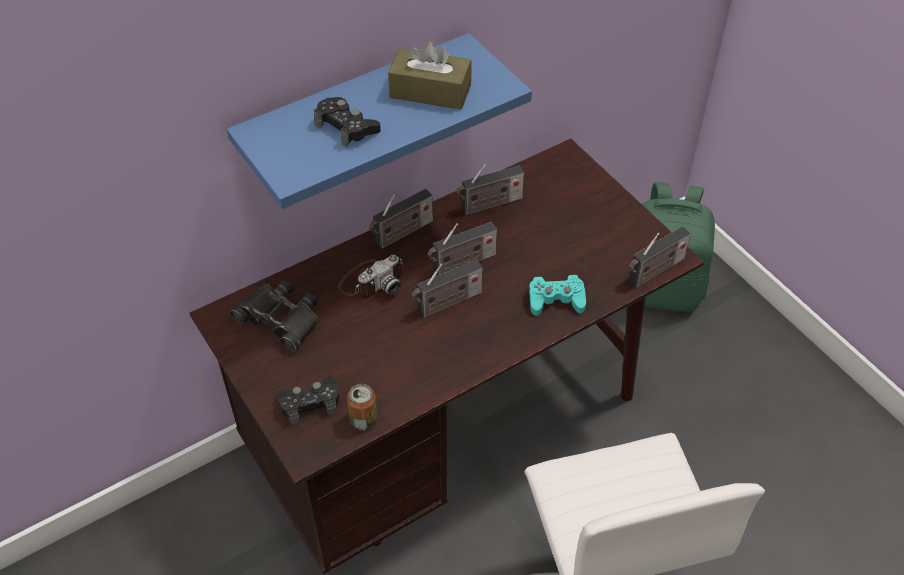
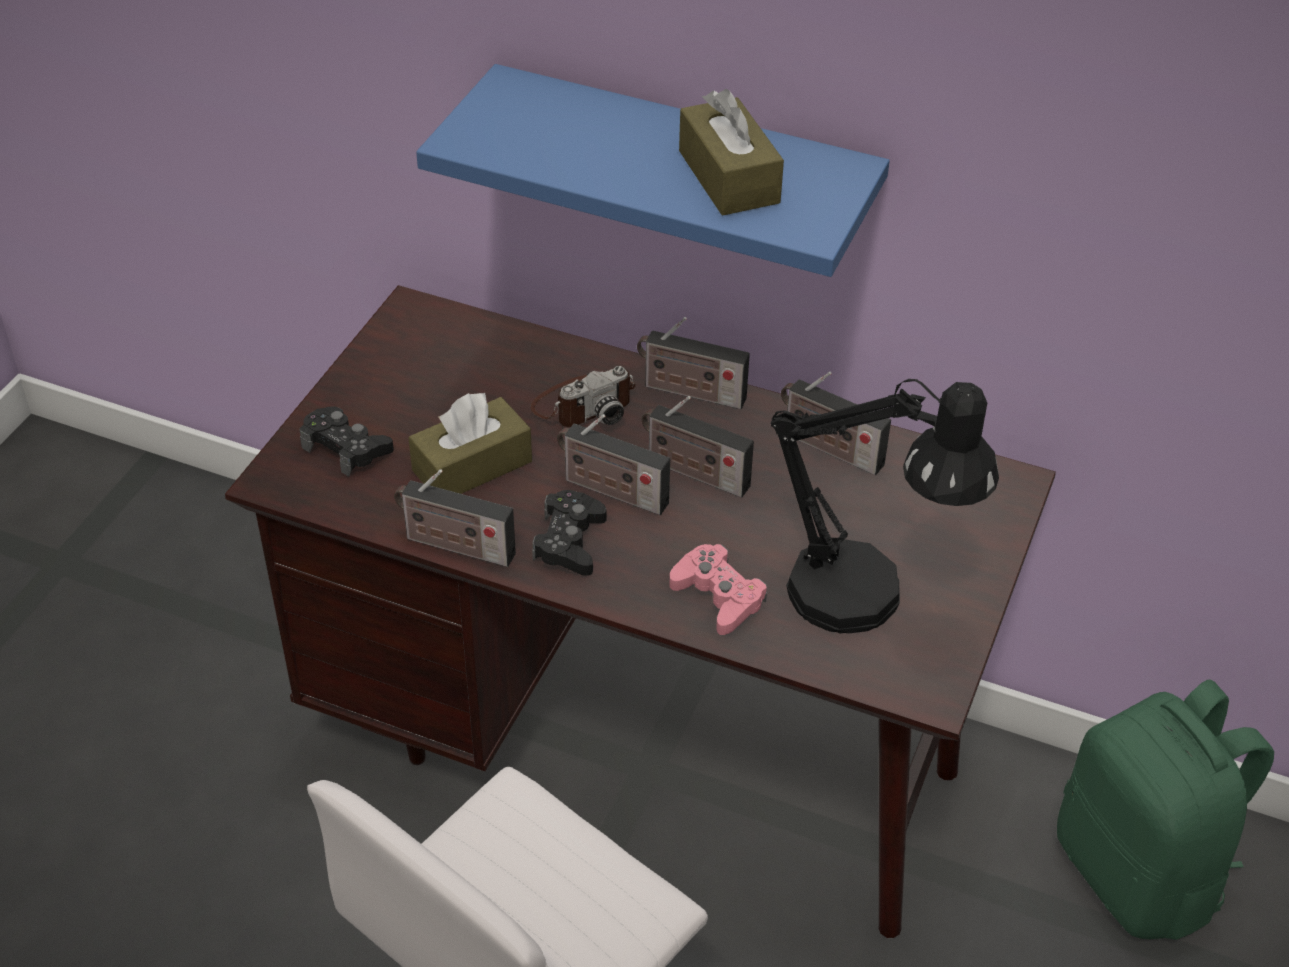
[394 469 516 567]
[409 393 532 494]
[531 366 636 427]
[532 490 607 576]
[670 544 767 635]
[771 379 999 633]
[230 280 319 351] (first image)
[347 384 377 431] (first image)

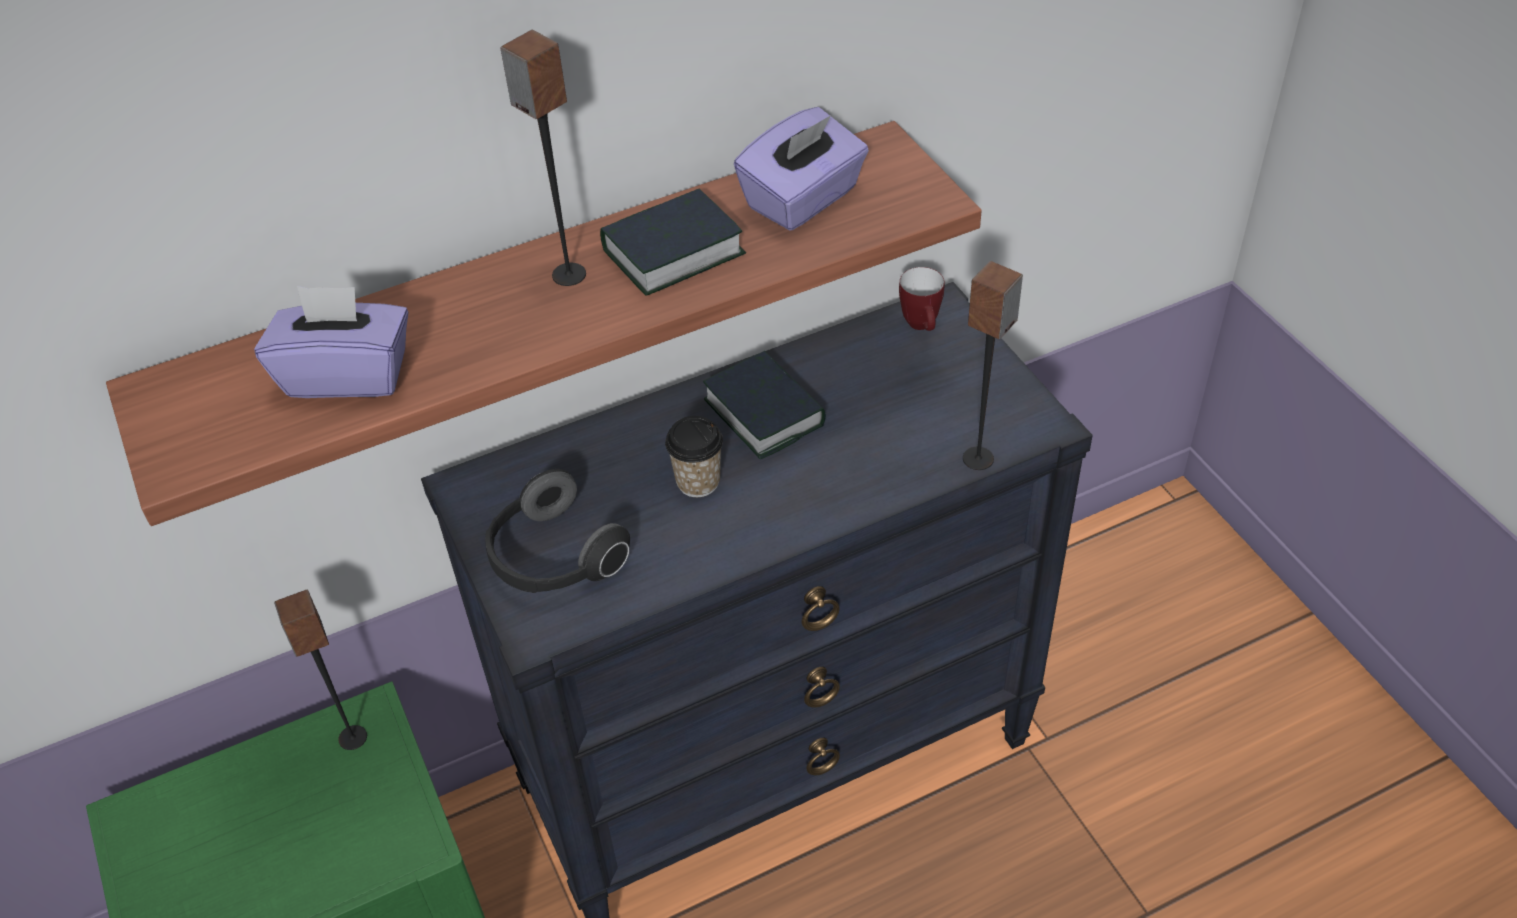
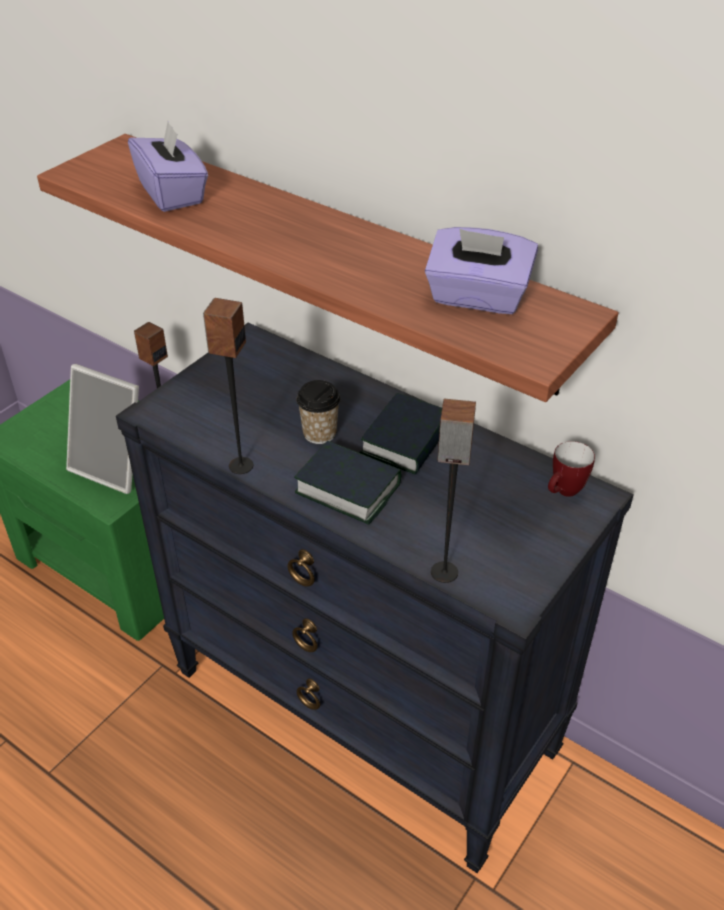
[66 364 139 494]
[203 298 253 474]
[294 441 401 525]
[485 469 630 593] (first image)

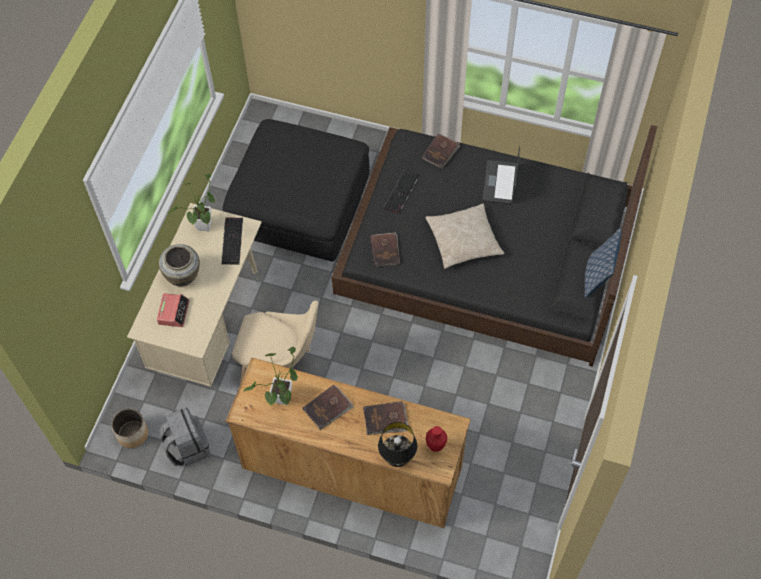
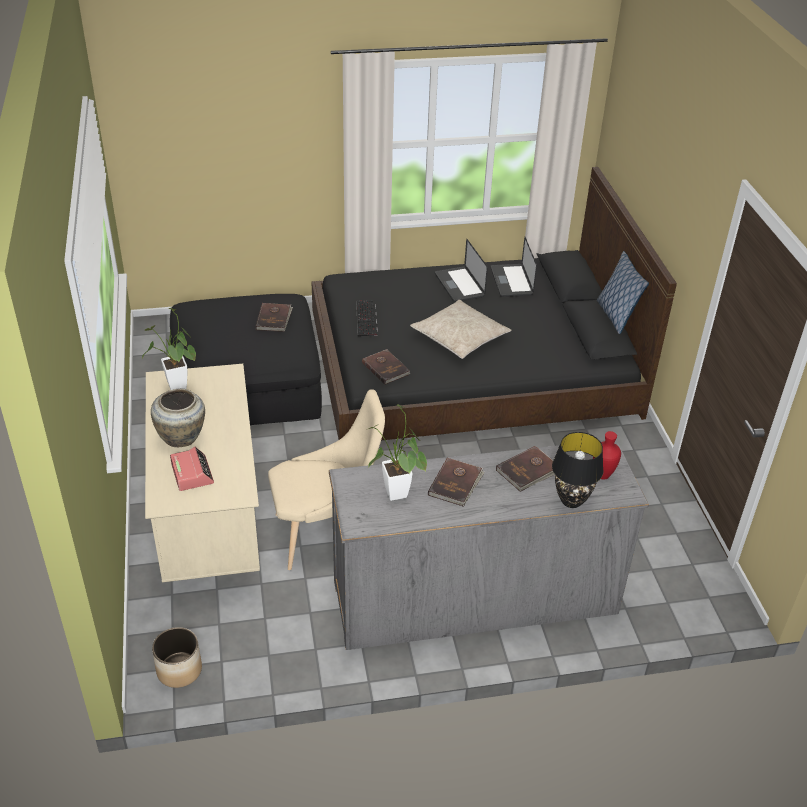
[255 303 293 332]
[329 440 649 650]
[490 237 537 297]
[159 407 210 466] (first image)
[221 217 243 265] (first image)

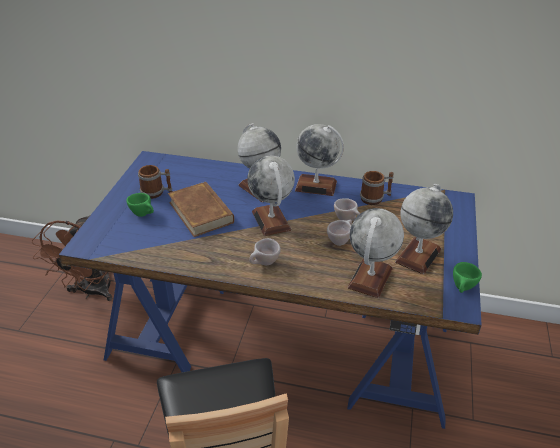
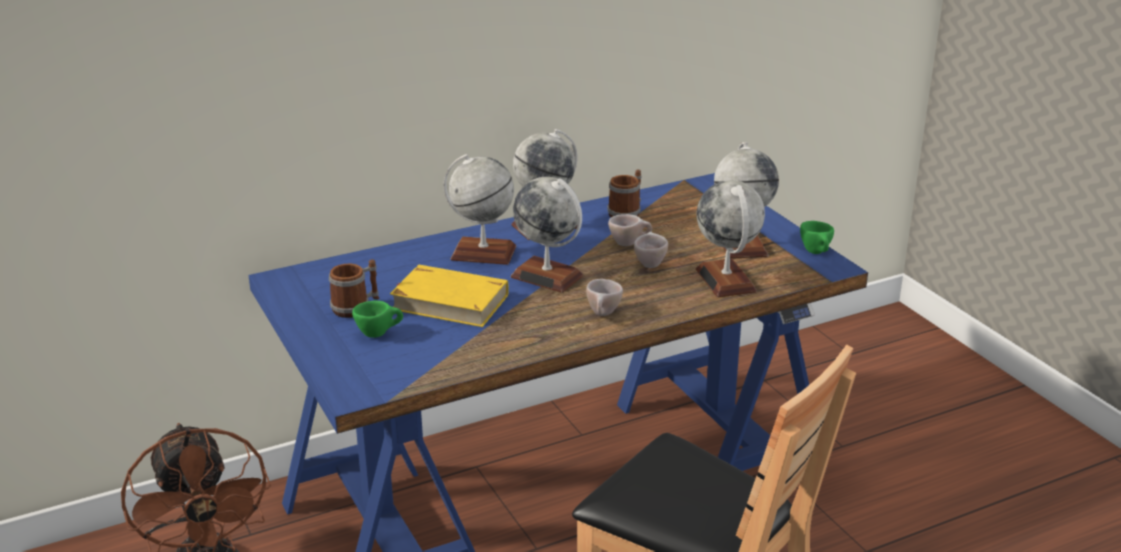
[390 265 508 327]

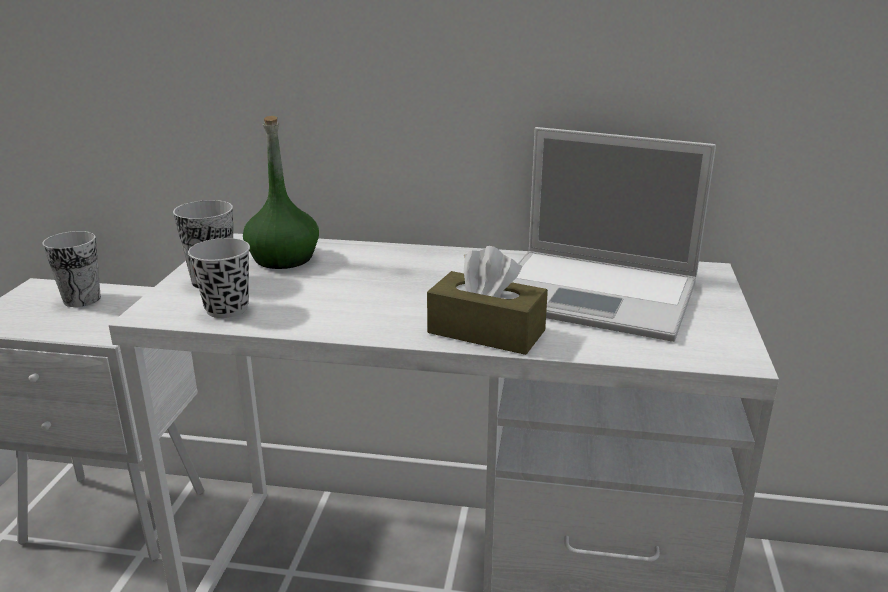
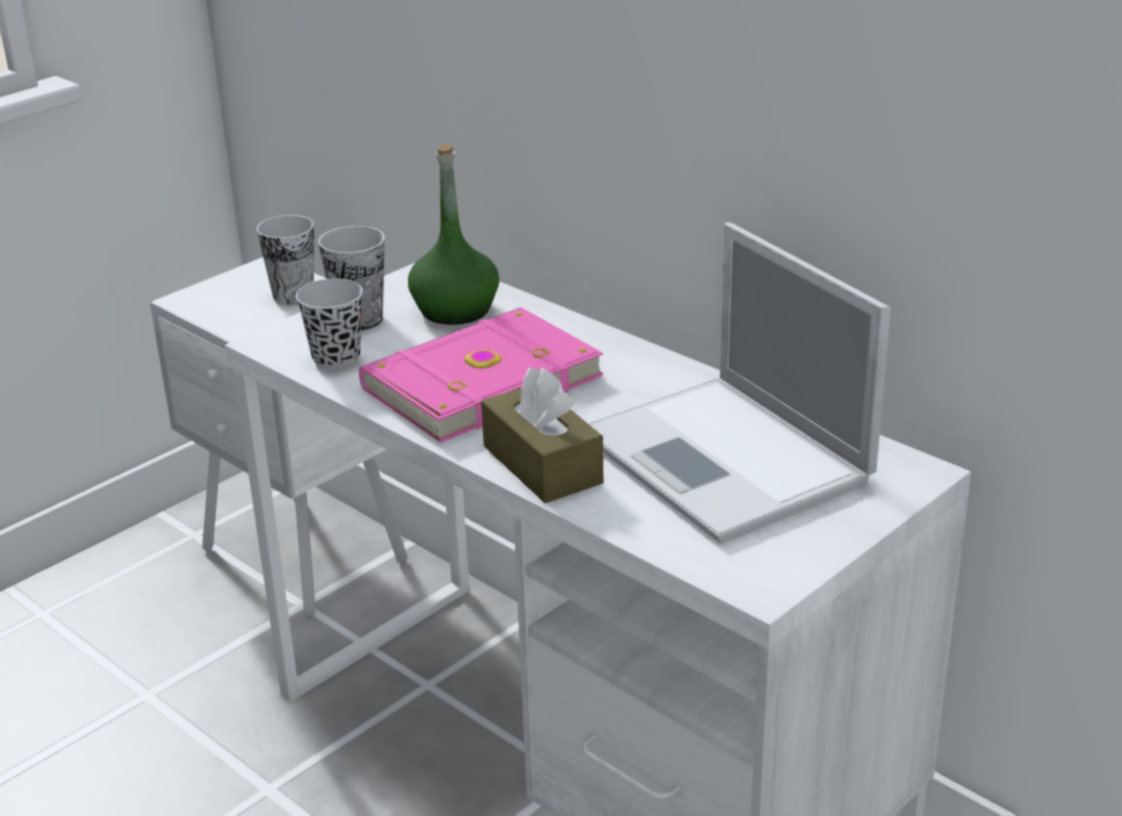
[359 307 603 443]

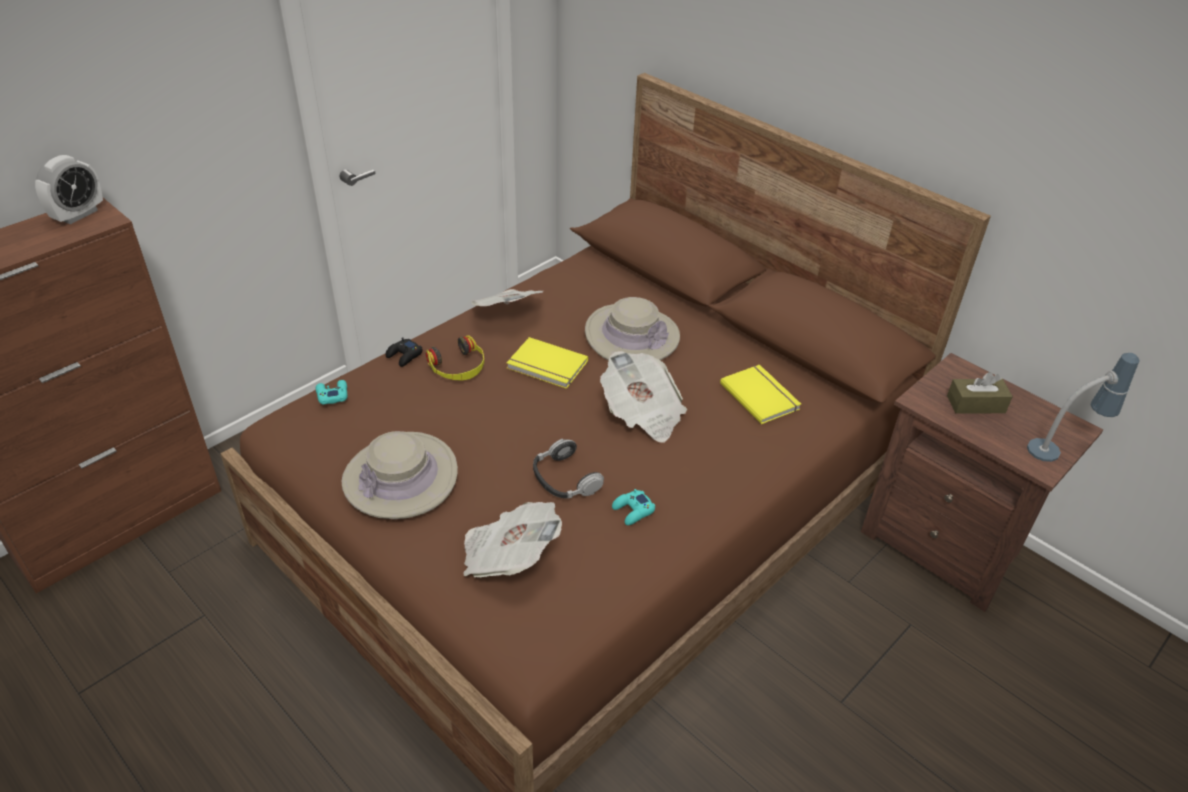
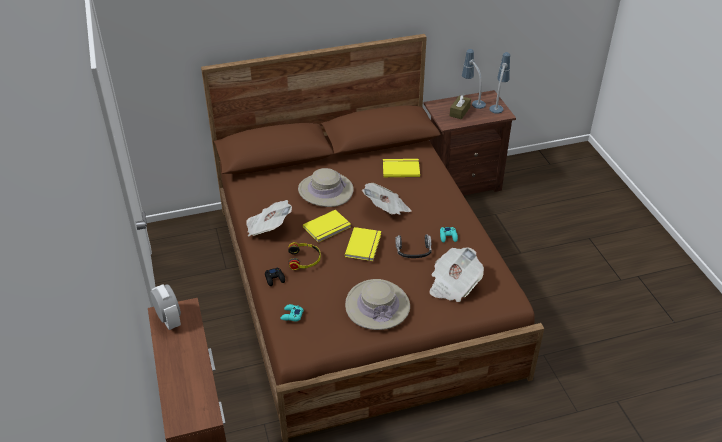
[345 227 381 261]
[462 49 486 109]

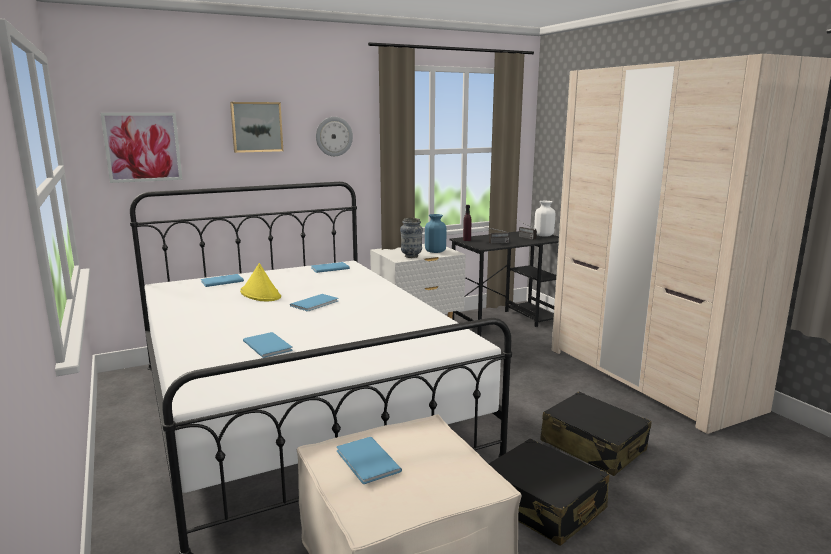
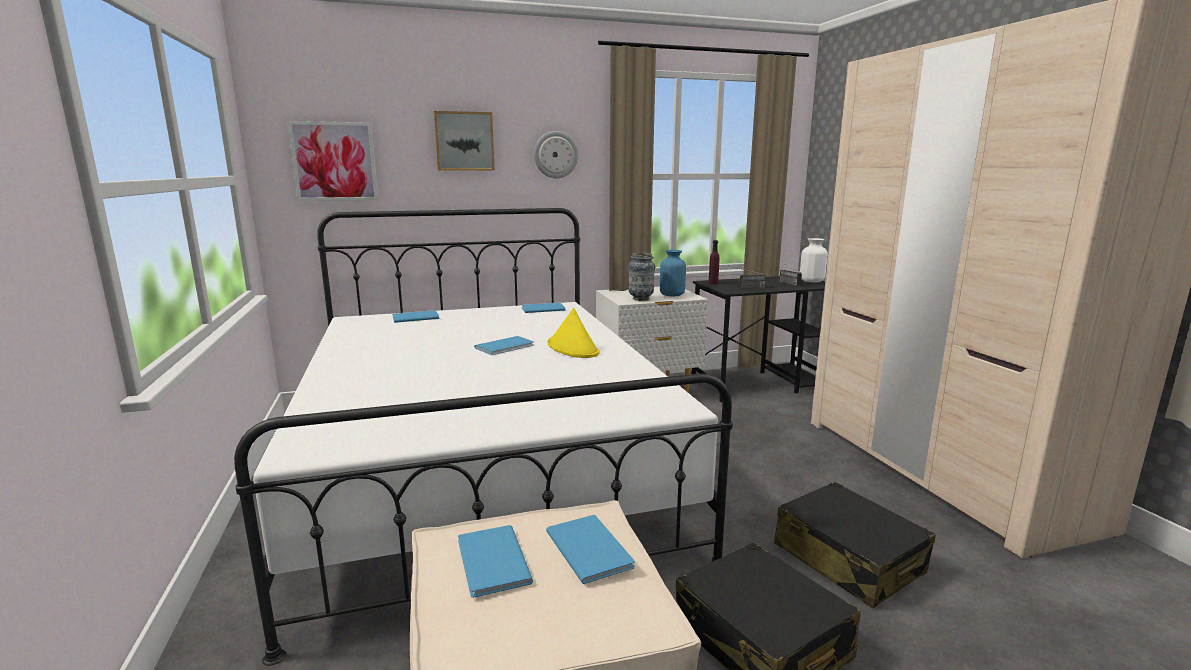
[546 515 635 584]
[548 308 600 358]

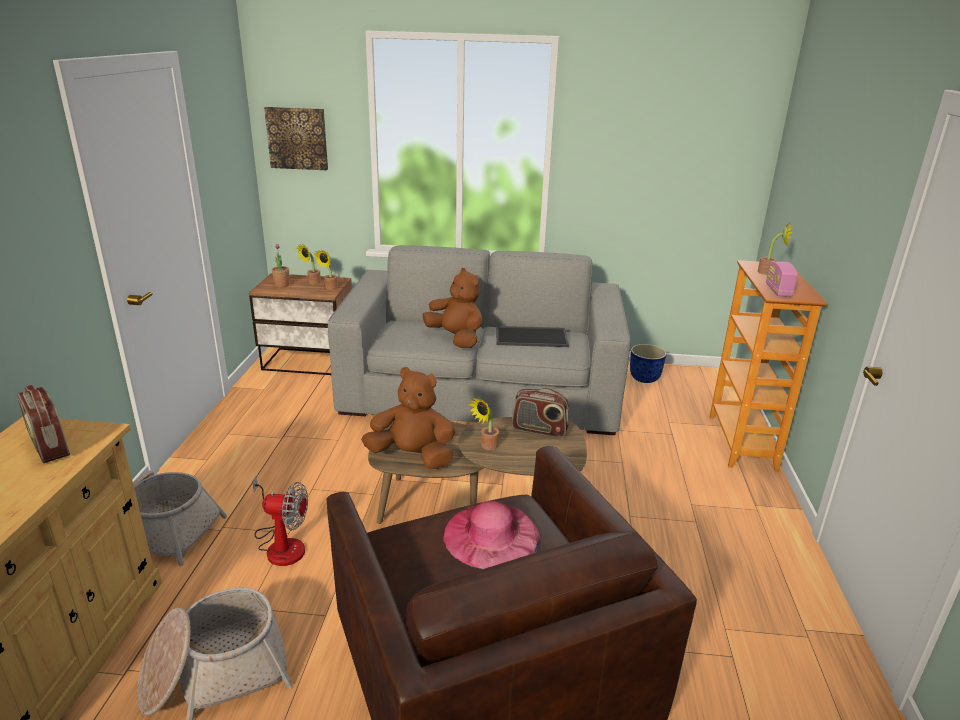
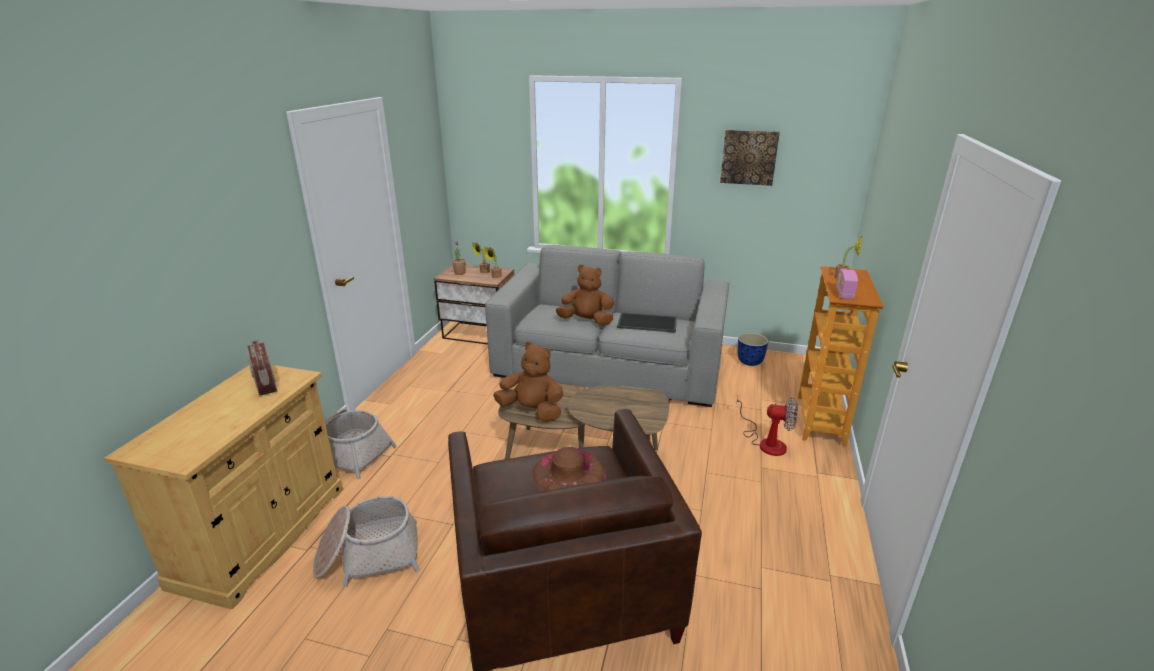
[532 447 607 492]
[556 265 614 326]
[720 130 780 186]
[736 396 798 456]
[469 398 499 450] (first image)
[512 388 570 438] (first image)

